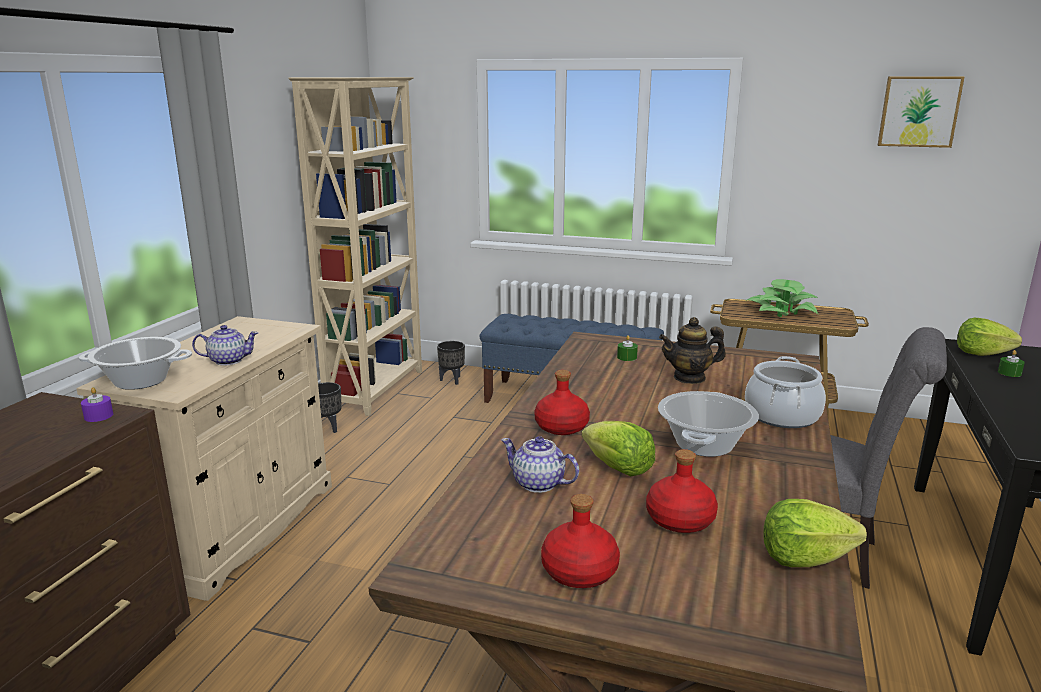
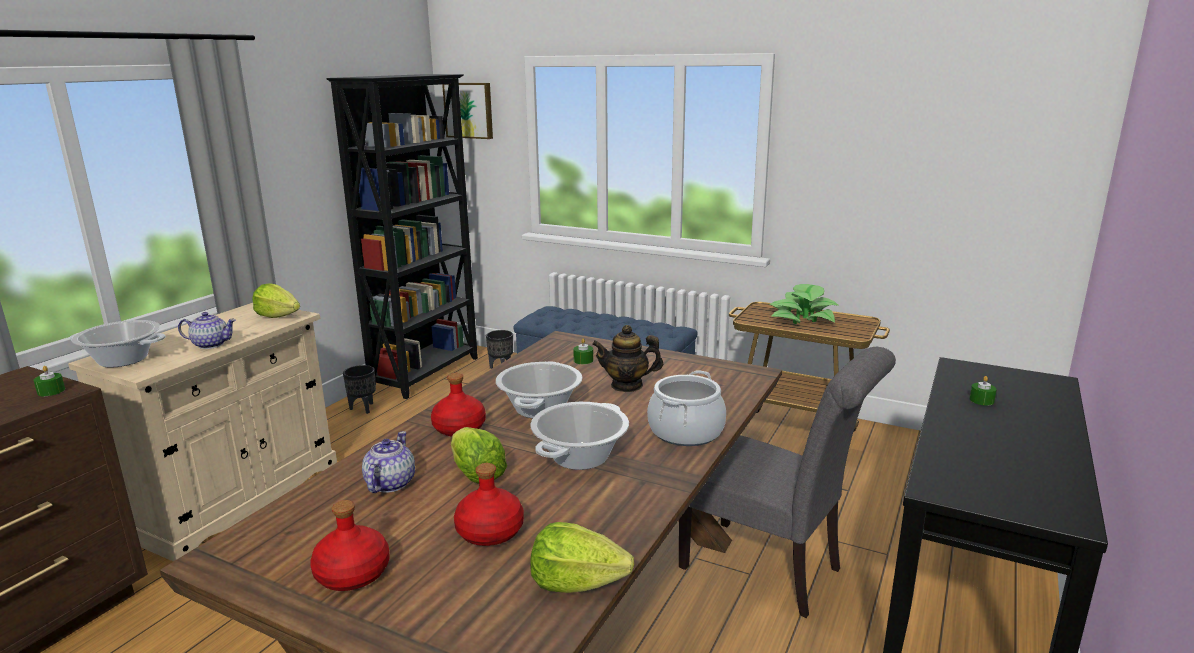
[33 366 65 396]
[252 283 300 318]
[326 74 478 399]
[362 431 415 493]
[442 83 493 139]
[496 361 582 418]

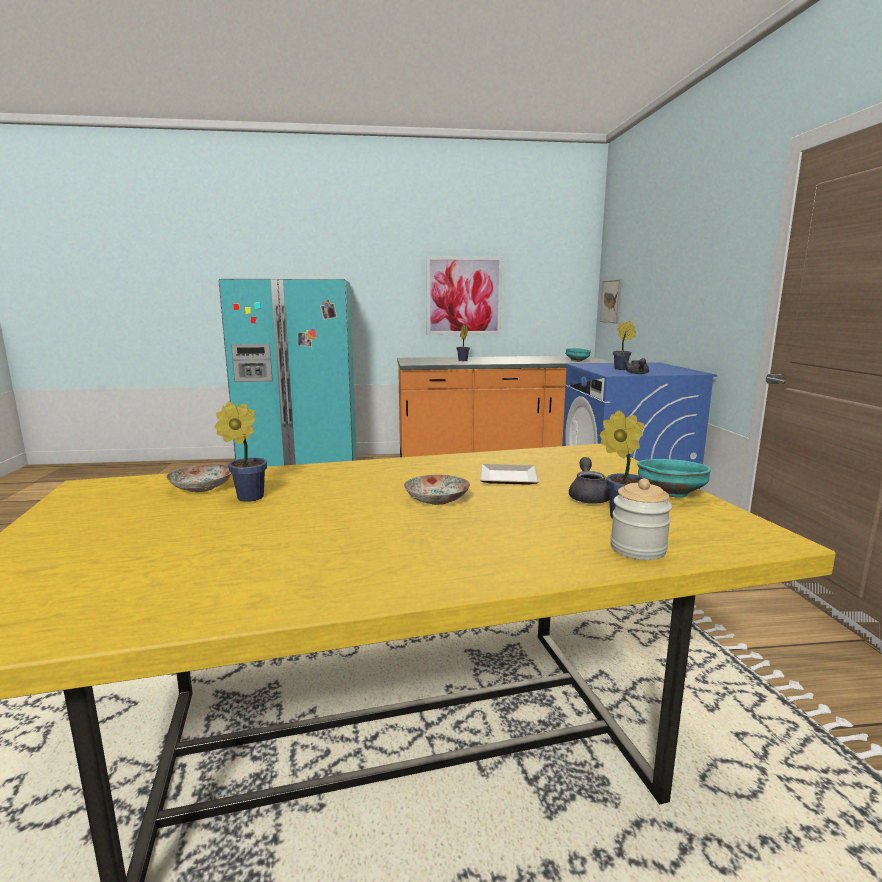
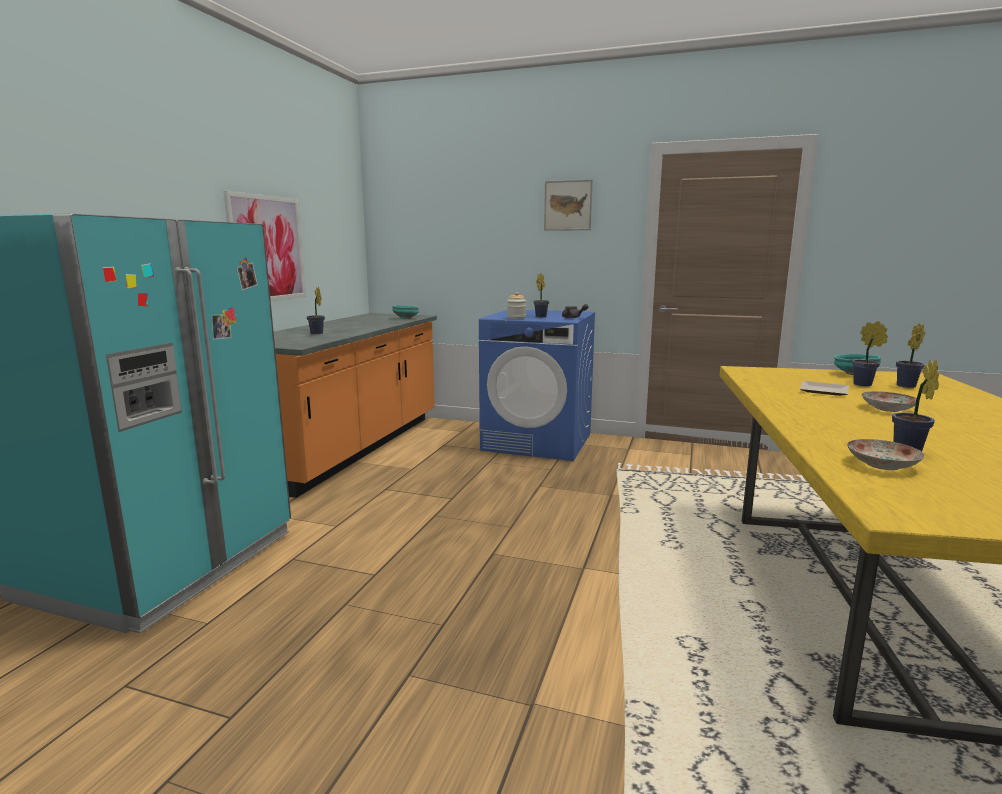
[507 292 526 319]
[544 179 593 231]
[852 321 888 386]

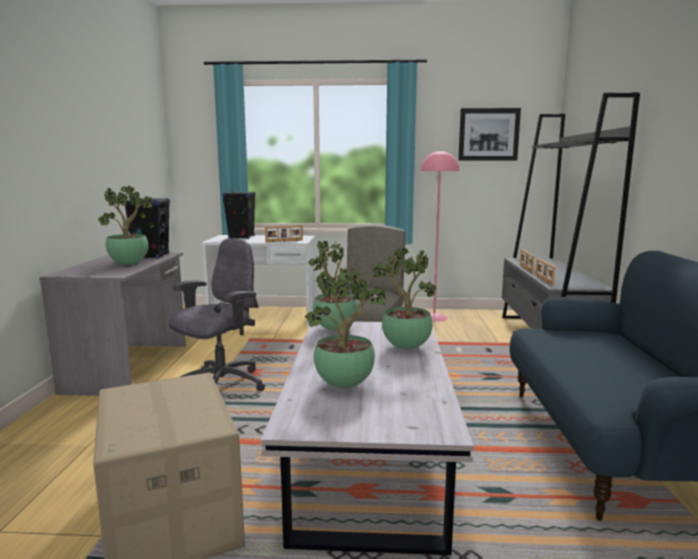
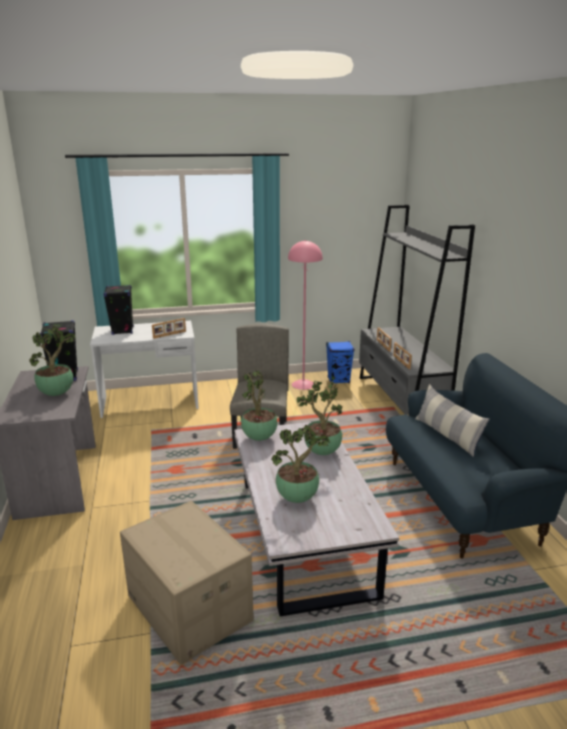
[326 341 355 383]
[415 384 489 457]
[169 238 265 391] (first image)
[458 108 521 161] (first image)

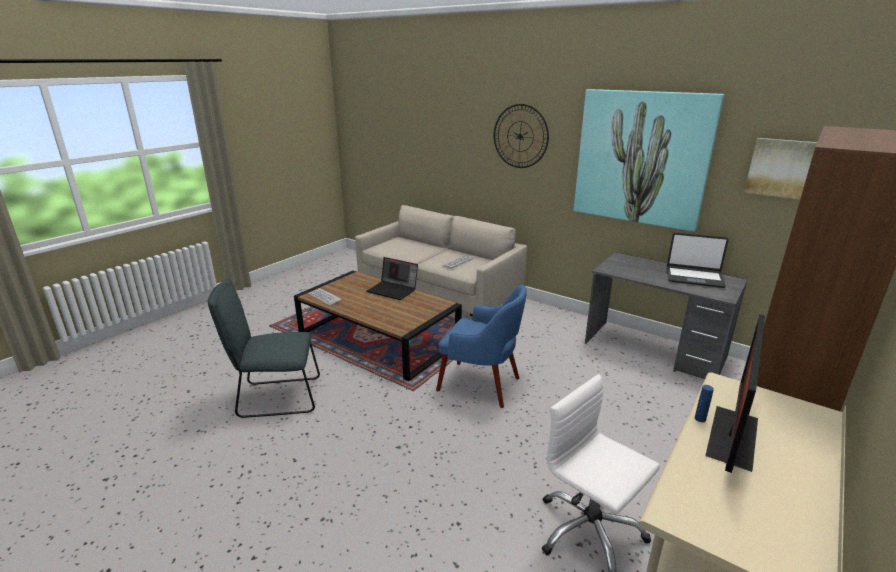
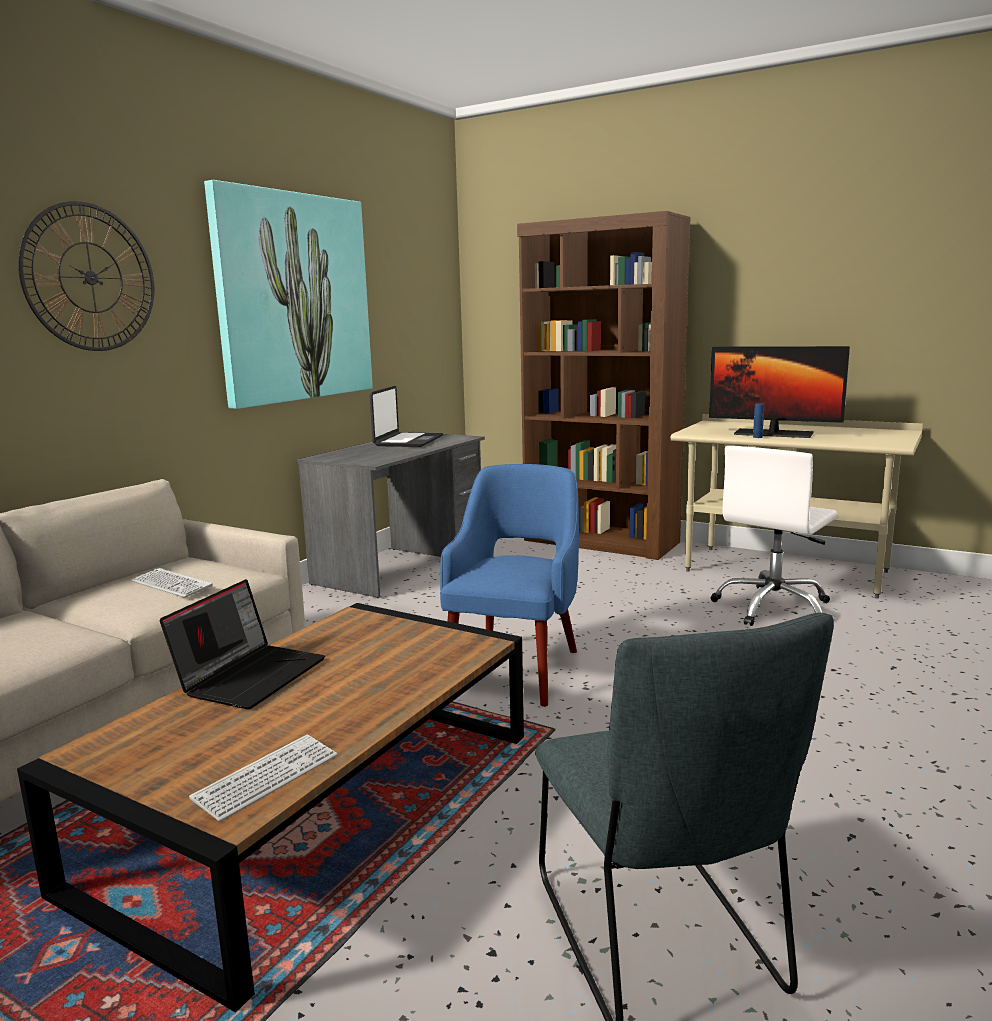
[744 138 817 200] (first image)

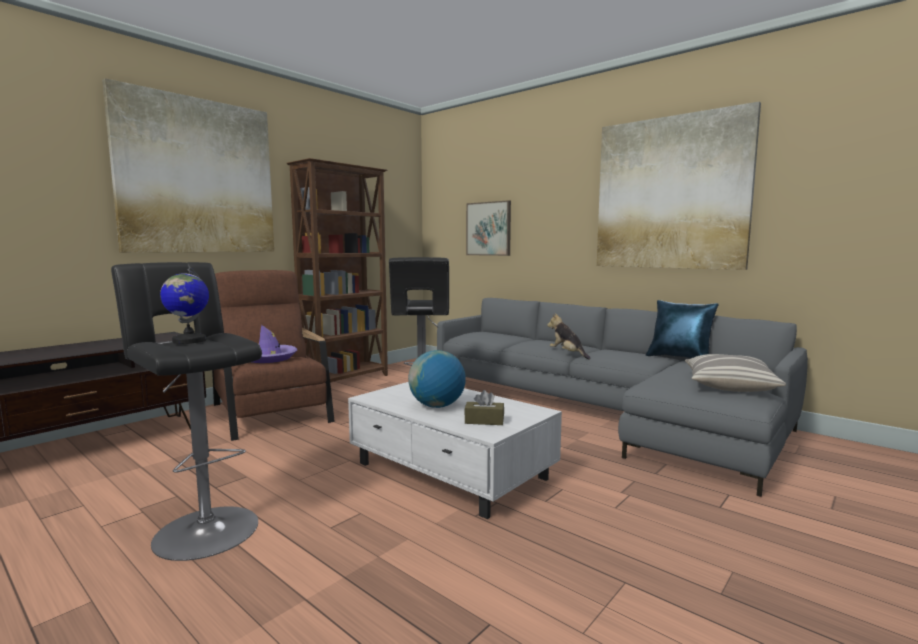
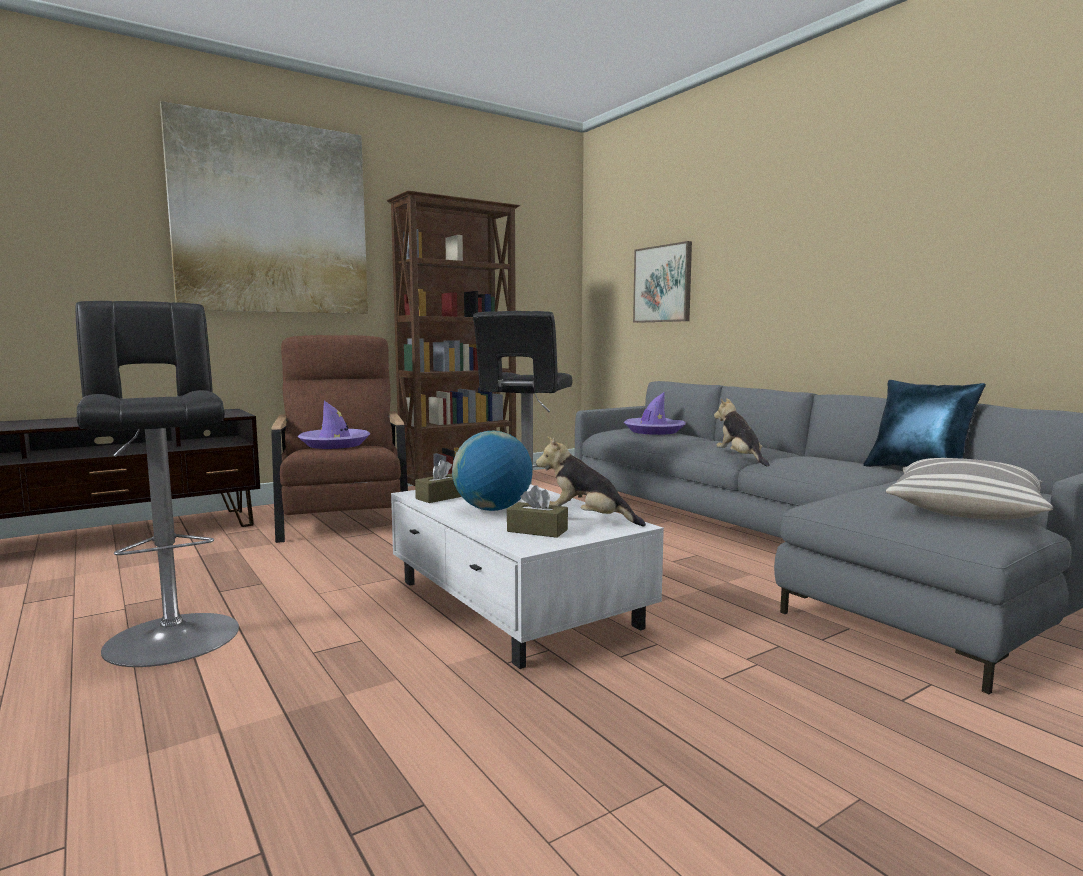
[415 460 462 503]
[536 437 646 527]
[623 392 686 435]
[160 267 209 344] (first image)
[597 102 761 270] (first image)

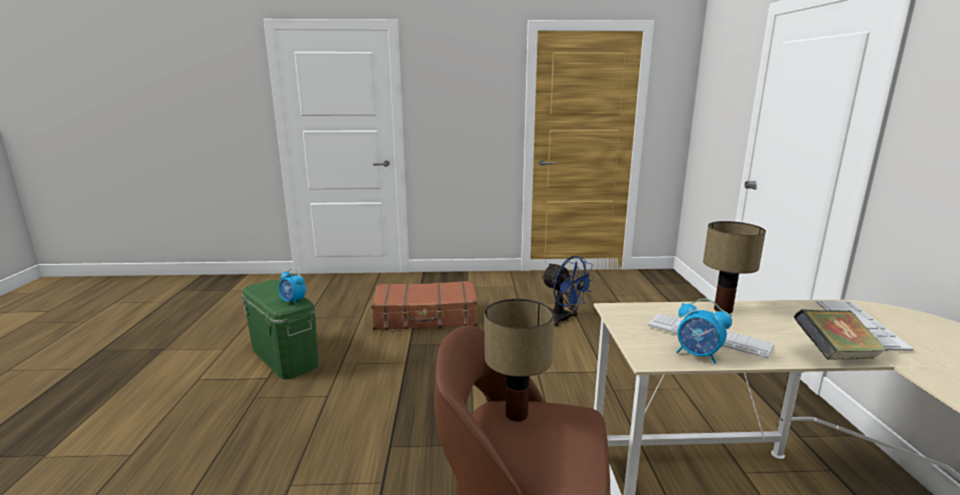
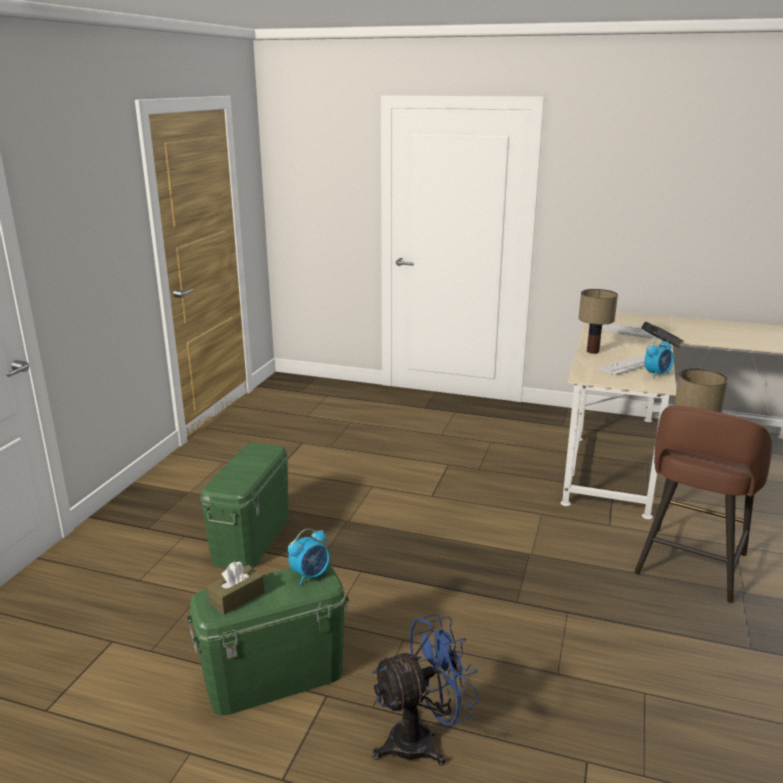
[200 443 289 568]
[208 562 264 615]
[372 614 480 766]

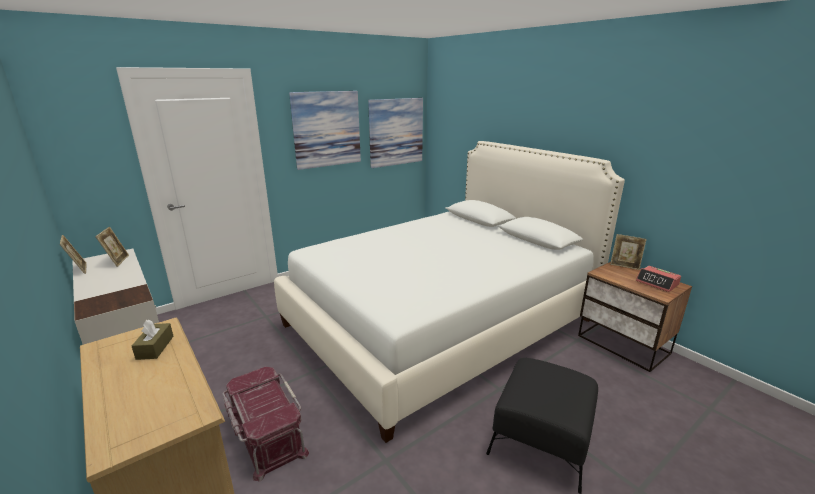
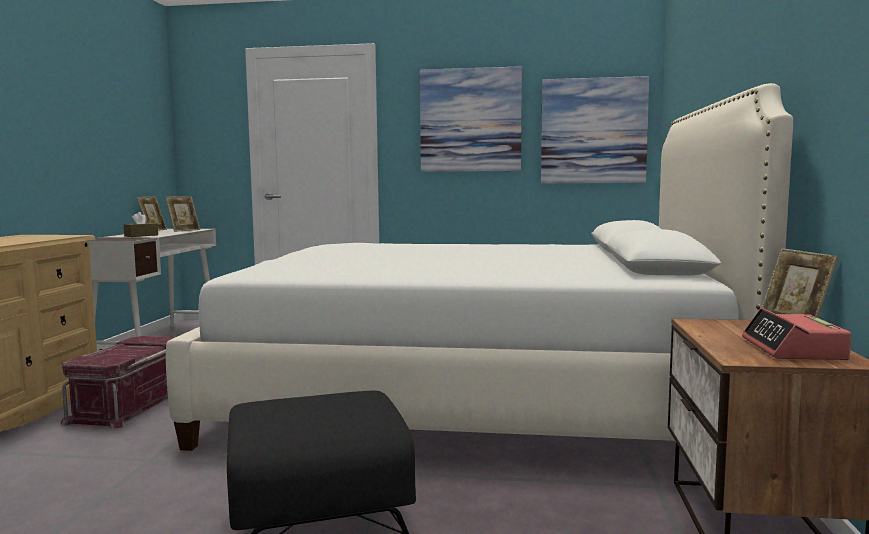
[124 212 158 237]

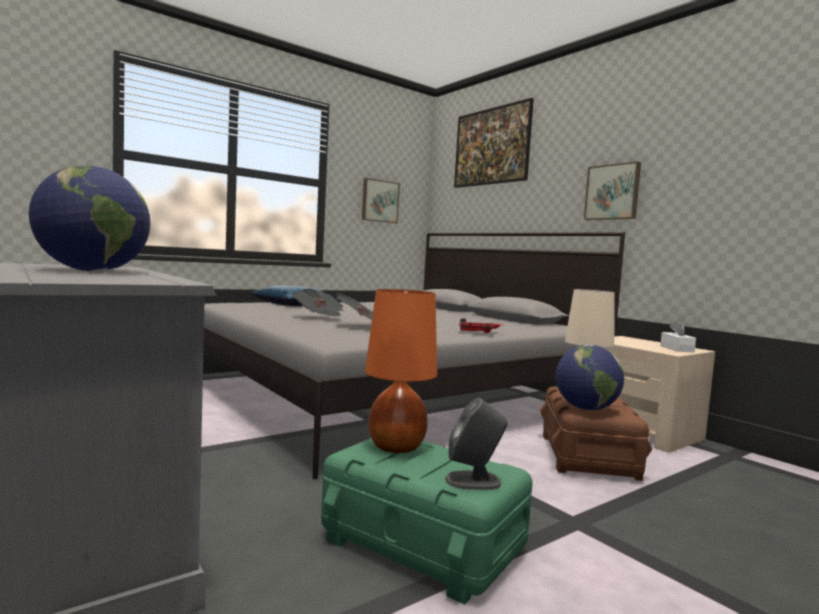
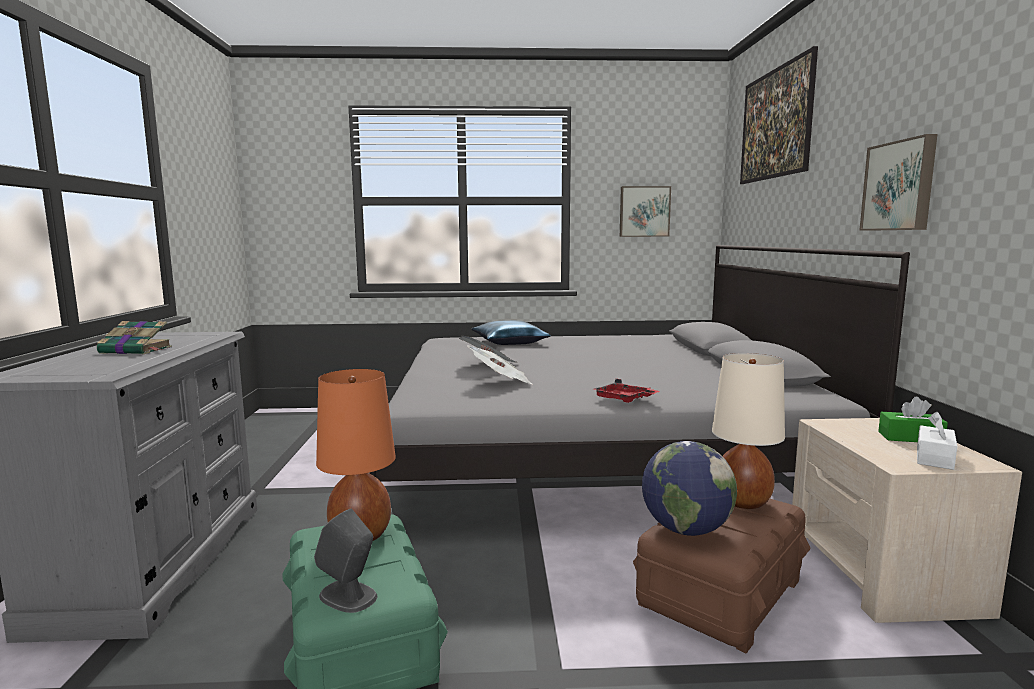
[97 321 172 354]
[878 396 948 442]

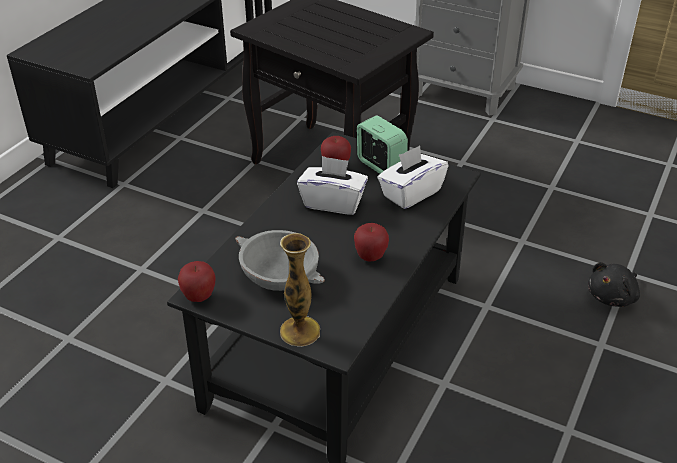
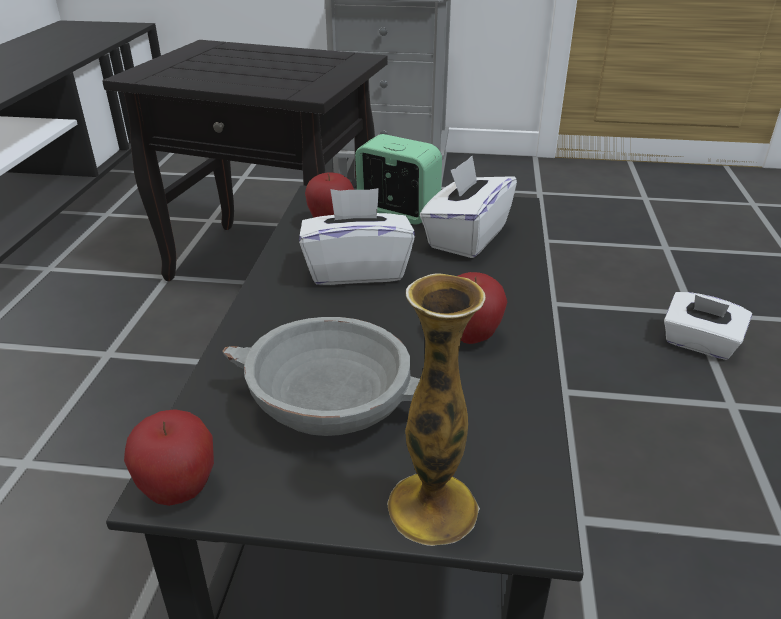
[664 292 752 360]

